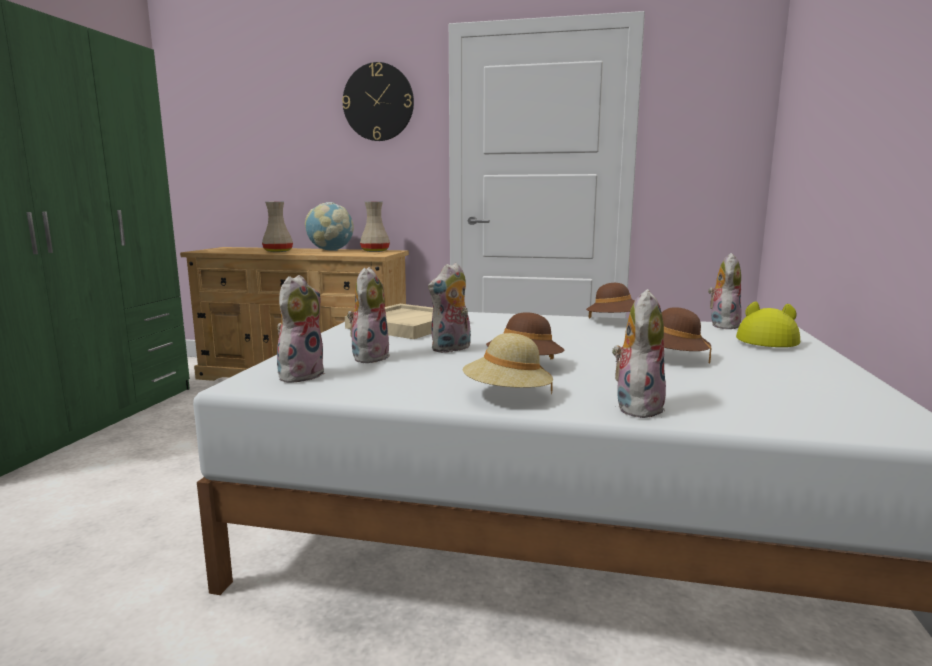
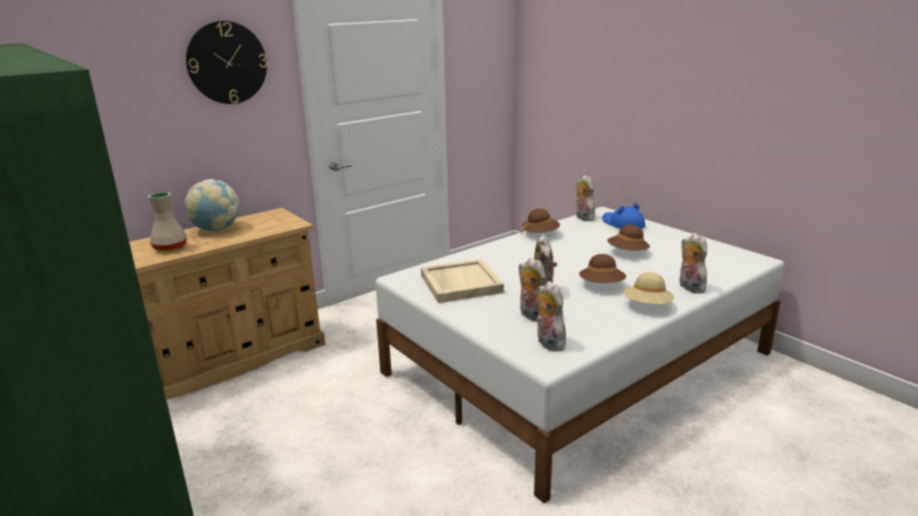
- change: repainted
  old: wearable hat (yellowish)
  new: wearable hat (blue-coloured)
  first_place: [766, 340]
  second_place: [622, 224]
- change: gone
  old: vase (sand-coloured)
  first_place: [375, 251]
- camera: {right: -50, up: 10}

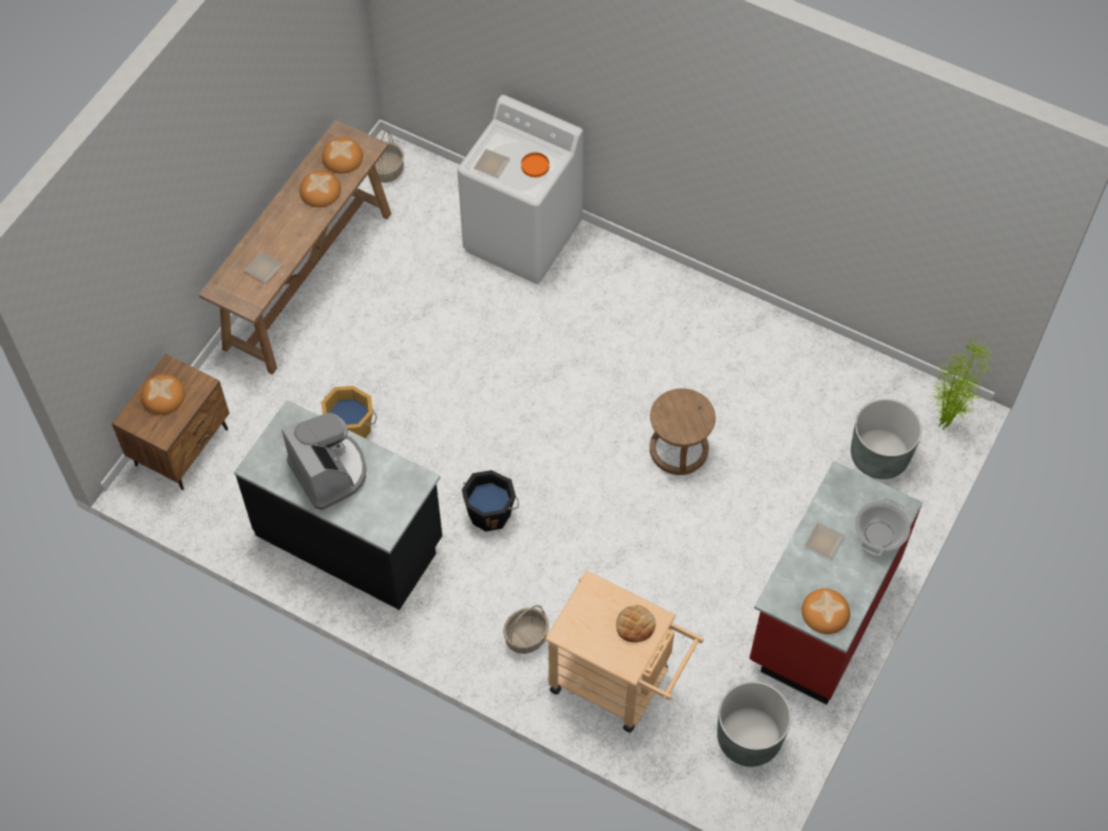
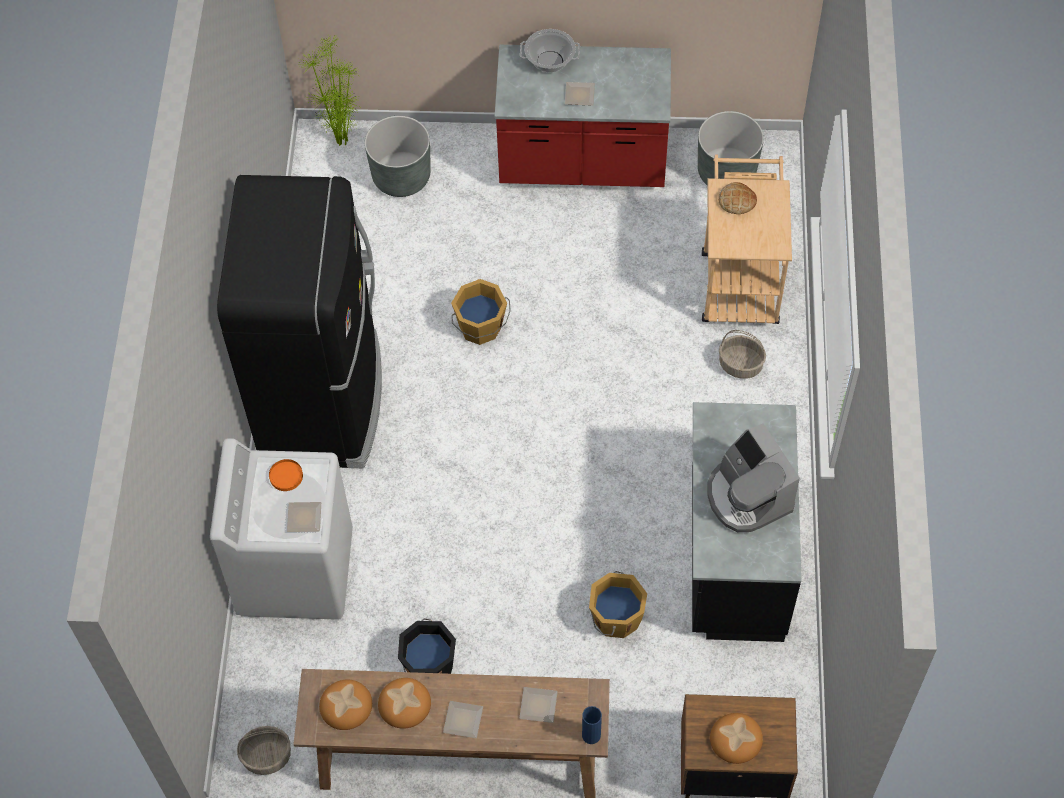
- change: new
  new: kitchen fridge (black-coloured)
  second_place: [323, 399]
- change: shifted
  old: pail (black-coloured)
  first_place: [490, 512]
  second_place: [428, 665]
- change: new
  new: plate
  second_place: [462, 719]
- change: swapped
  old: stool (brown-coloured)
  new: pail (orange-coloured)
  first_place: [678, 450]
  second_place: [481, 327]
- change: new
  new: vase (blue-coloured)
  second_place: [591, 735]
- change: rotated
  old: coffee machine
  first_place: [329, 471]
  second_place: [747, 496]
  degrees: -60
- change: gone
  old: bakery bread
  first_place: [825, 612]
- camera: {right: -115, up: 0}

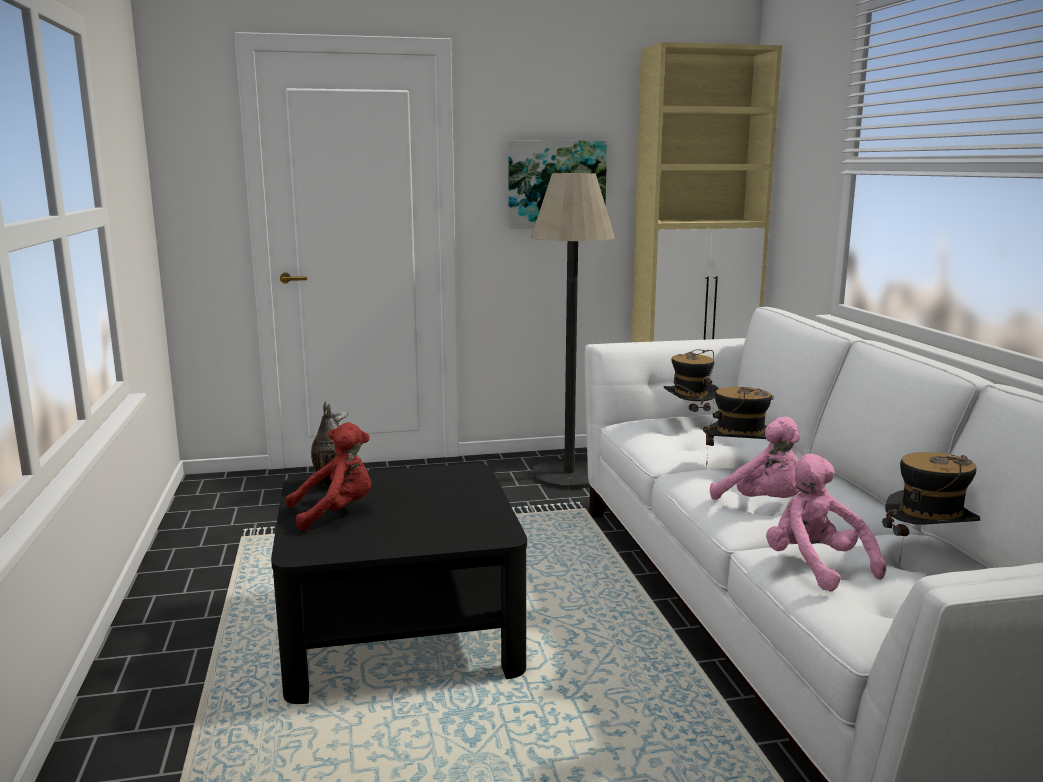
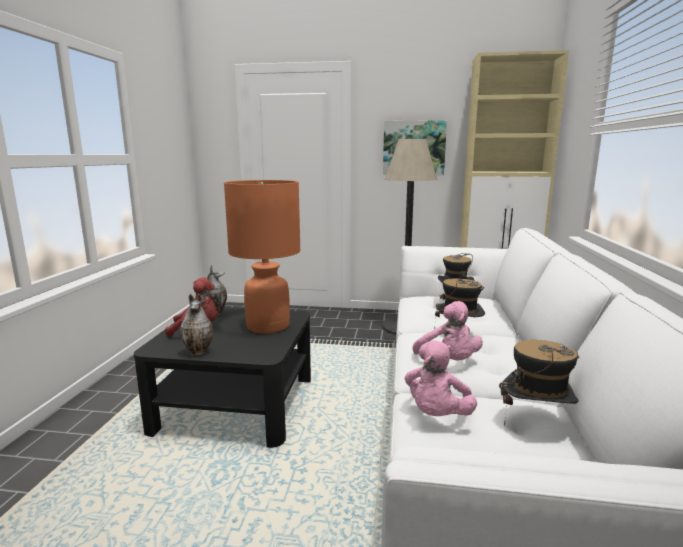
- change: new
  new: vase
  second_place: [199, 352]
- change: new
  new: table lamp (orange-coloured)
  second_place: [268, 326]
- change: rotated
  old: cuddly toy (pink)
  first_place: [815, 566]
  second_place: [436, 415]
  degrees: -150
- camera: {right: 20, up: 0}

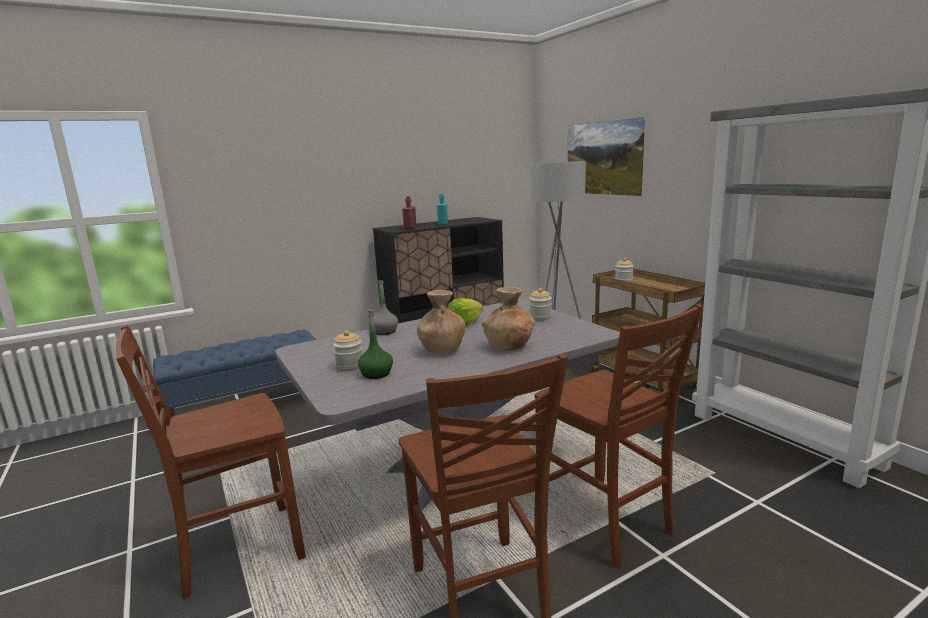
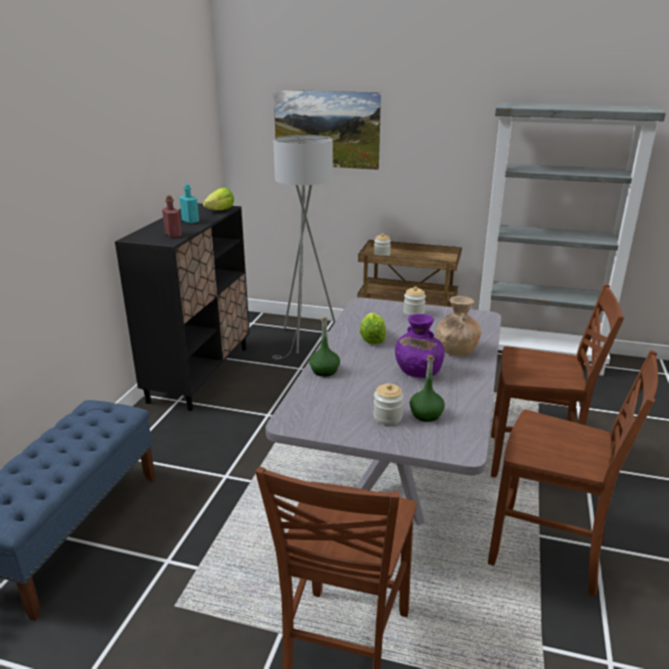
- change: new
  new: lettuce
  second_place: [220, 210]
- change: repainted
  old: beverage bottle (grey)
  new: beverage bottle (greenish)
  first_place: [385, 331]
  second_place: [324, 371]
- change: repainted
  old: vase (brown-coloured)
  new: vase (purple)
  first_place: [442, 350]
  second_place: [417, 371]
- camera: {right: -45, up: 10}

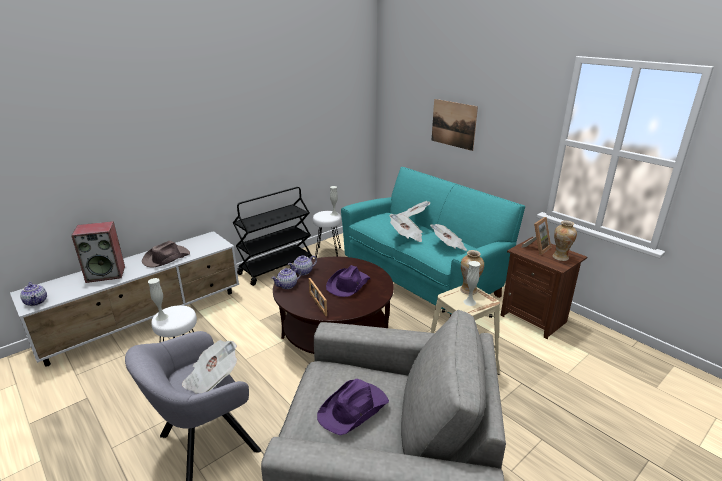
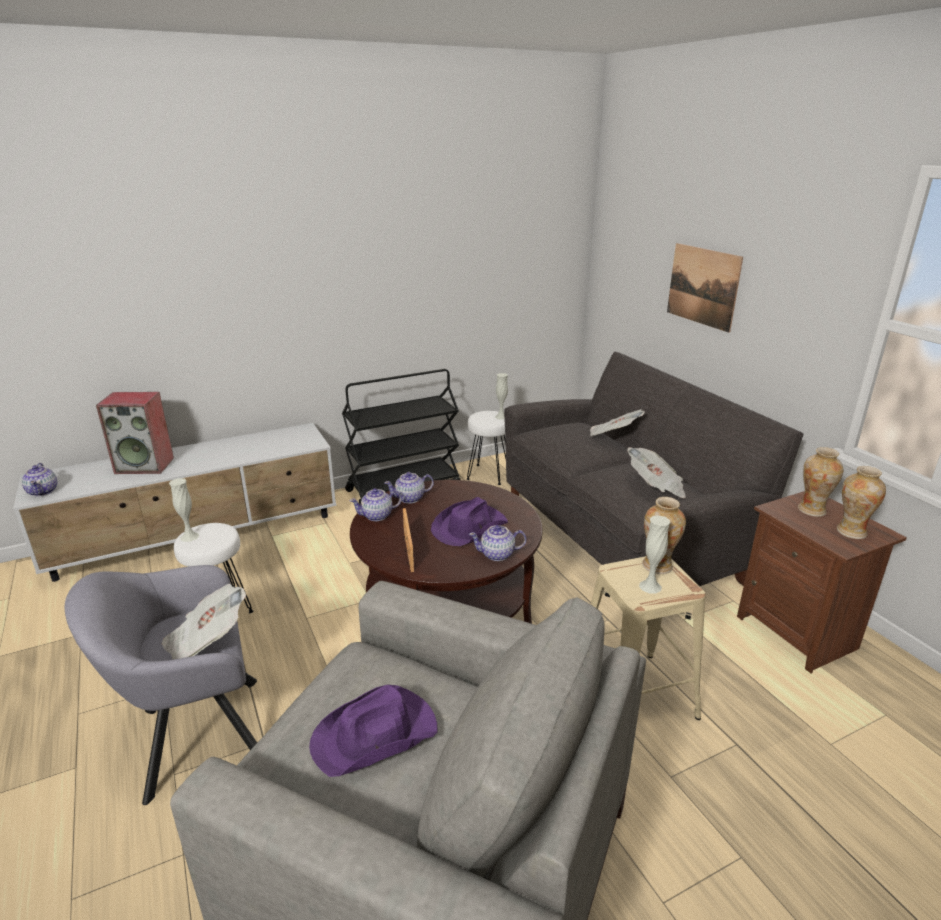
- change: new
  new: teapot
  second_place: [497, 554]
- change: repainted
  old: couch (turquoise-coloured)
  new: couch (grey)
  first_place: [422, 280]
  second_place: [621, 537]
- change: swapped
  old: standing frame
  new: vase
  first_place: [537, 248]
  second_place: [812, 510]
- change: gone
  old: wearable hat (brown-coloured)
  first_place: [165, 258]
- change: gone
  old: daily paper
  first_place: [406, 236]
- camera: {right: 15, up: 0}

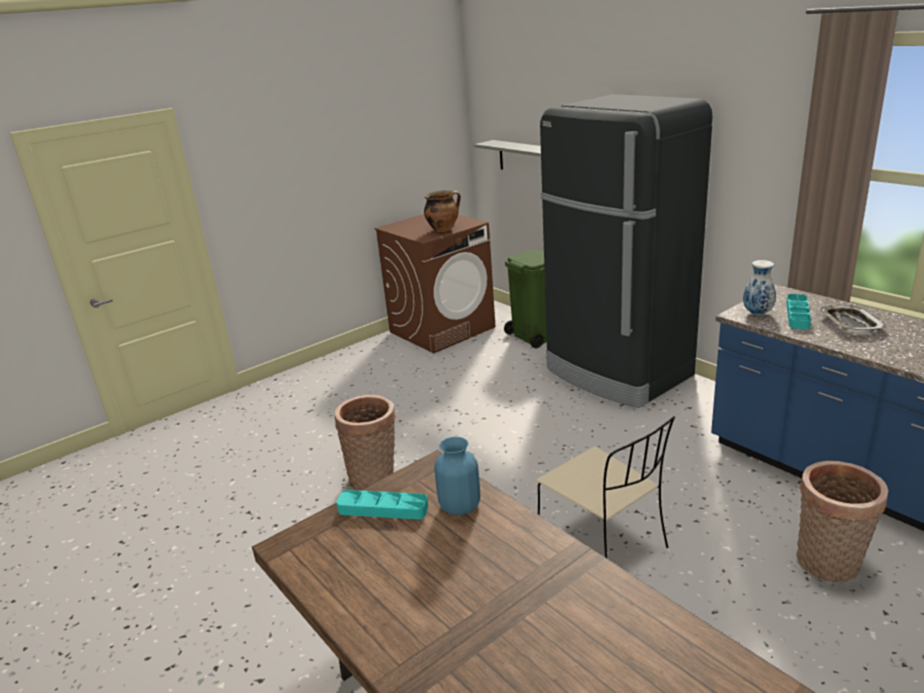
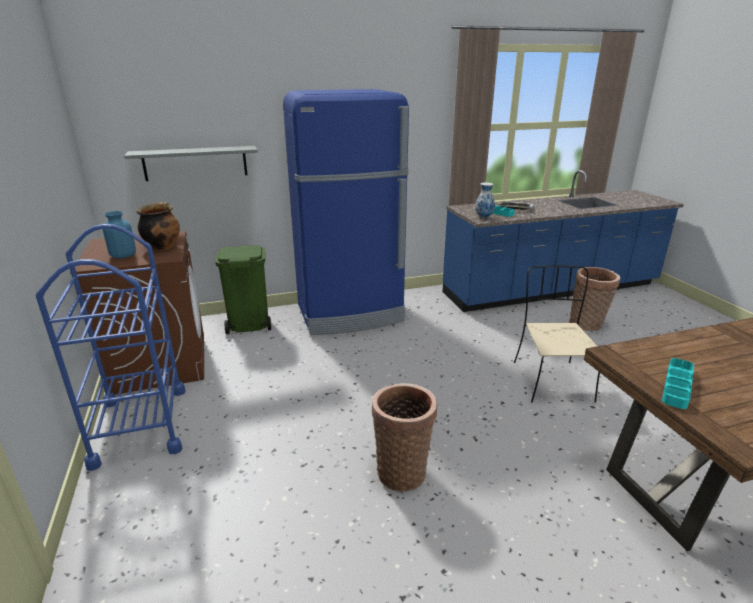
- change: new
  new: cart (blue-coloured)
  second_place: [140, 425]
- change: shifted
  old: vase (blue-coloured)
  first_place: [460, 505]
  second_place: [123, 256]
- change: repainted
  old: kitchen fridge (black-coloured)
  new: kitchen fridge (blue-coloured)
  first_place: [617, 373]
  second_place: [350, 313]
- change: rotated
  old: upright chair (sand-coloured)
  first_place: [604, 546]
  second_place: [551, 380]
  degrees: -75
- camera: {right: -70, up: 0}

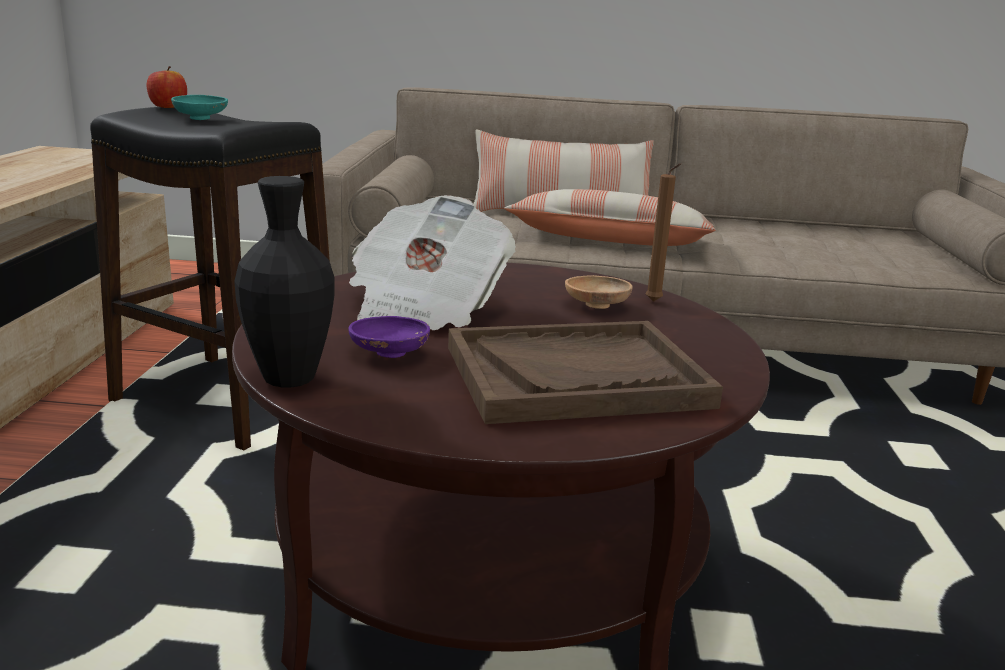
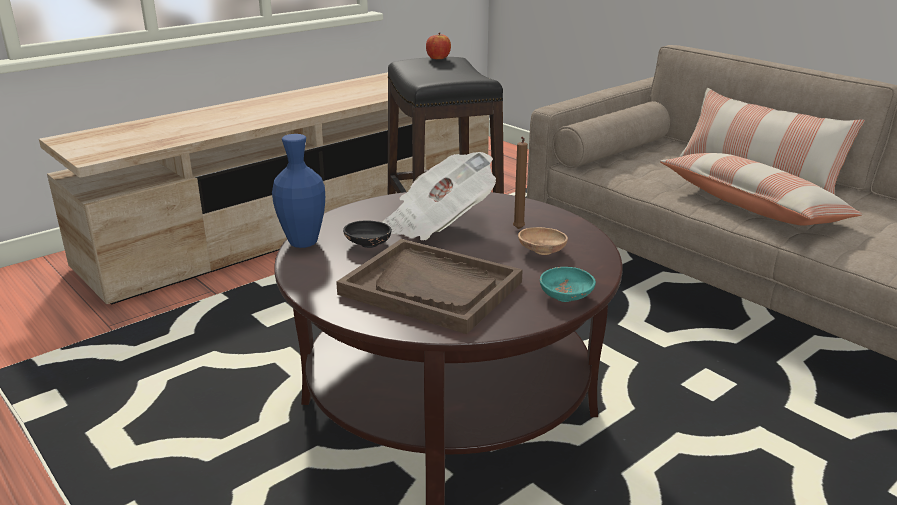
- change: repainted
  old: vase (black-coloured)
  new: vase (blue-coloured)
  first_place: [289, 379]
  second_place: [303, 243]
- change: repainted
  old: deep dish (purple)
  new: deep dish (black-coloured)
  first_place: [389, 354]
  second_place: [368, 244]
- change: shifted
  old: wax candle (brown-coloured)
  first_place: [655, 302]
  second_place: [518, 230]
- change: shifted
  old: deep dish (turquoise-coloured)
  first_place: [201, 118]
  second_place: [566, 297]
- camera: {right: 45, up: 5}

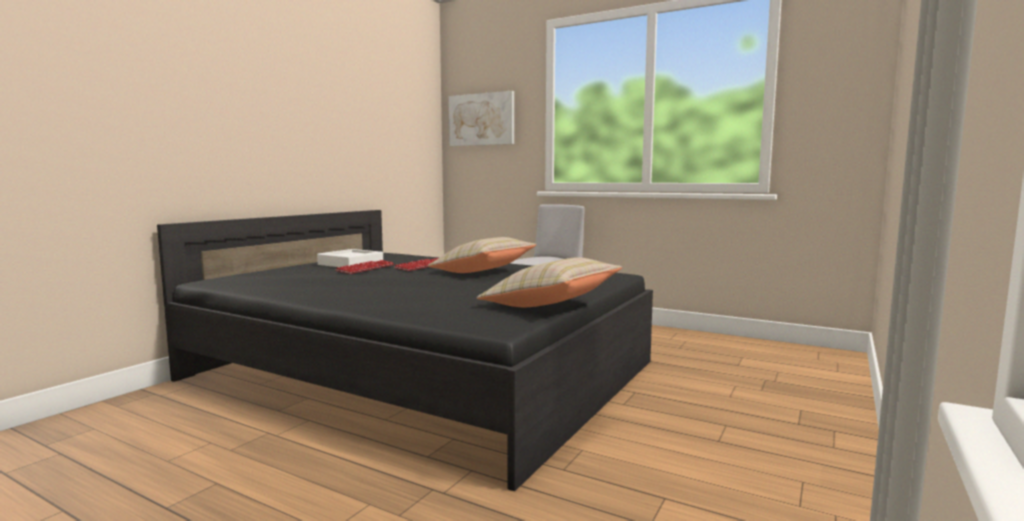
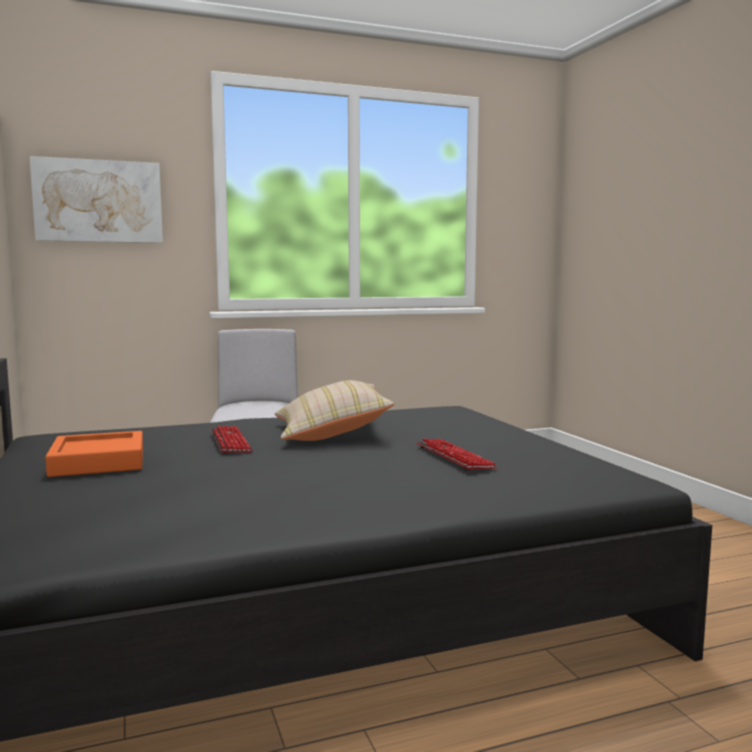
- change: repainted
  old: tray (whitish)
  new: tray (orange-coloured)
  first_place: [351, 263]
  second_place: [98, 462]
- change: shifted
  old: keyboard
  first_place: [366, 268]
  second_place: [453, 457]
- change: gone
  old: pillow (sand-coloured)
  first_place: [550, 305]
- camera: {right: -50, up: 0}

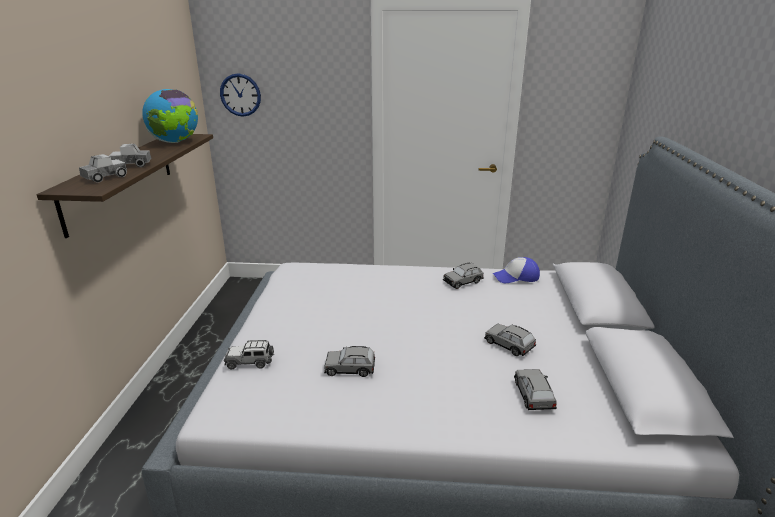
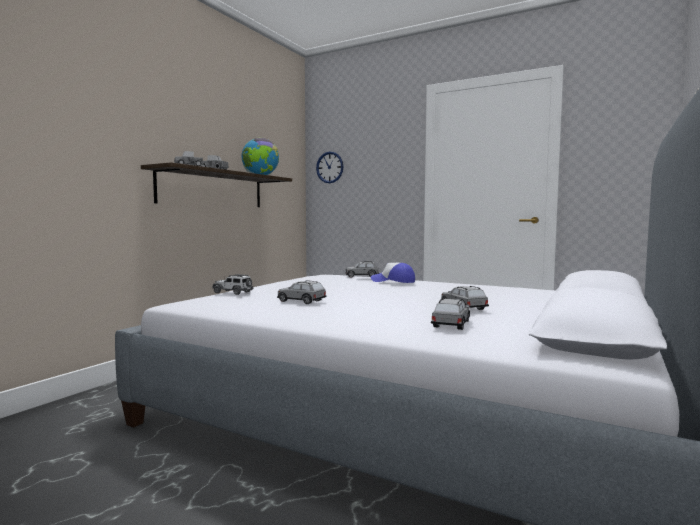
- change: shifted
  old: miniature car (grey)
  first_place: [463, 282]
  second_place: [361, 276]
- change: shifted
  old: peaked cap
  first_place: [516, 277]
  second_place: [393, 281]
- camera: {right: 25, up: -20}

